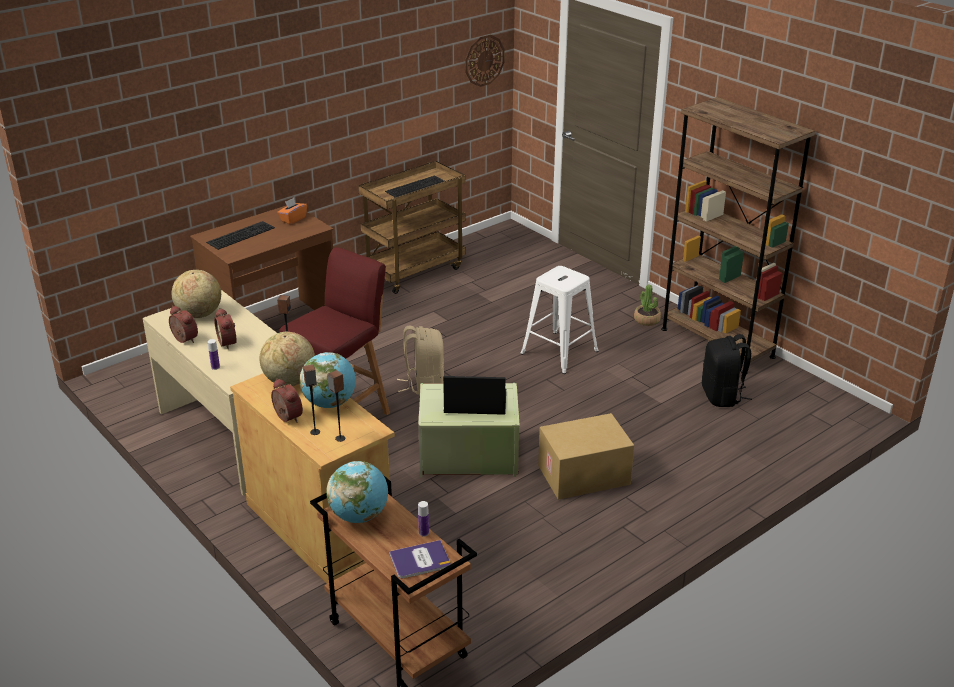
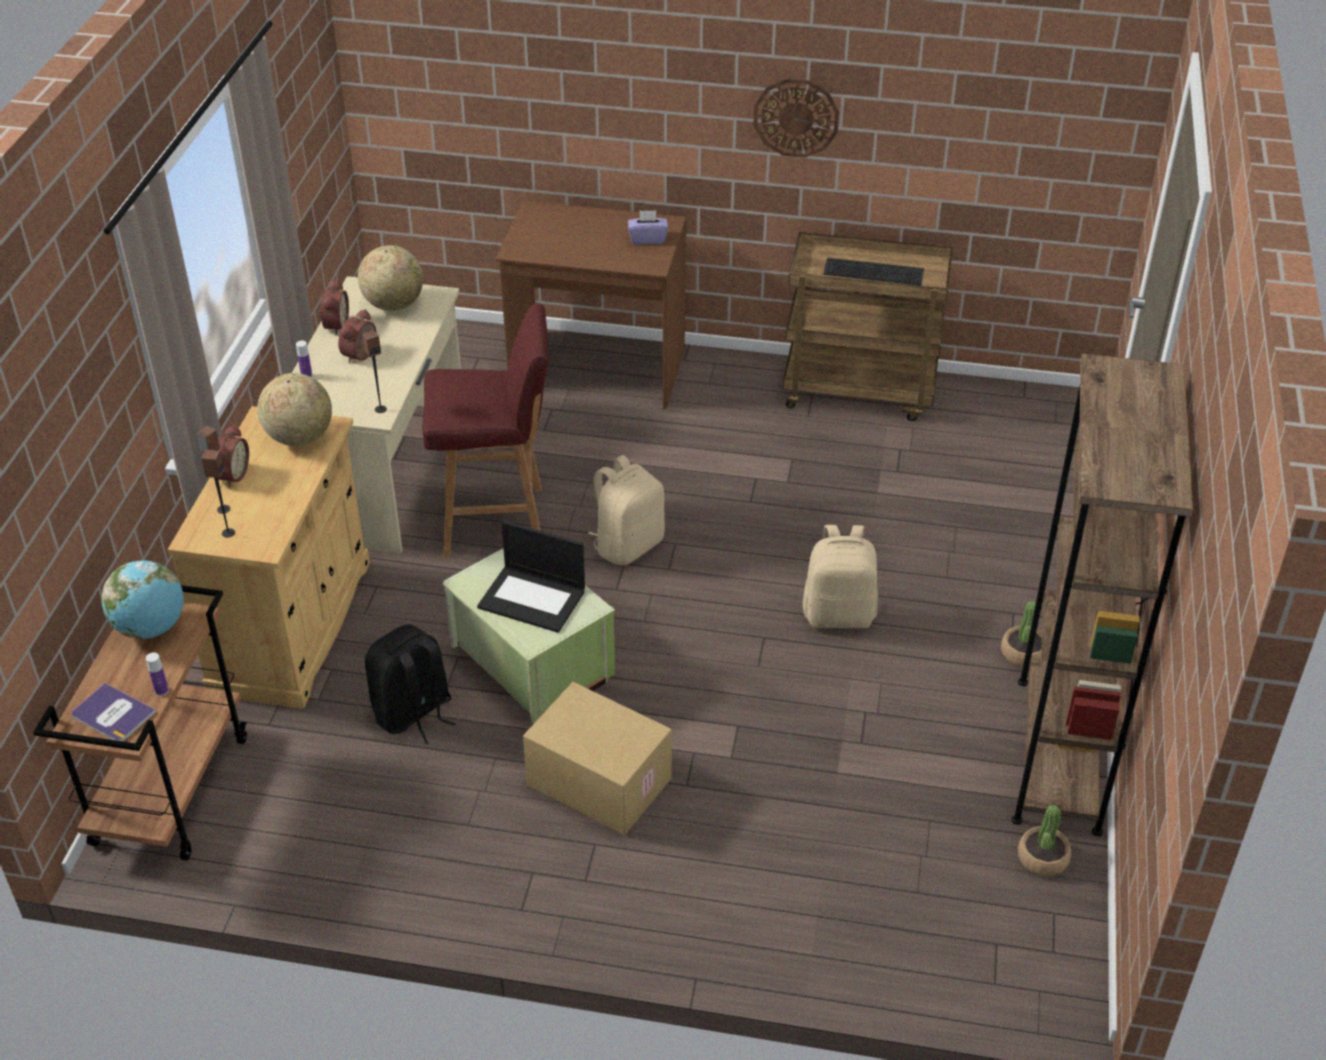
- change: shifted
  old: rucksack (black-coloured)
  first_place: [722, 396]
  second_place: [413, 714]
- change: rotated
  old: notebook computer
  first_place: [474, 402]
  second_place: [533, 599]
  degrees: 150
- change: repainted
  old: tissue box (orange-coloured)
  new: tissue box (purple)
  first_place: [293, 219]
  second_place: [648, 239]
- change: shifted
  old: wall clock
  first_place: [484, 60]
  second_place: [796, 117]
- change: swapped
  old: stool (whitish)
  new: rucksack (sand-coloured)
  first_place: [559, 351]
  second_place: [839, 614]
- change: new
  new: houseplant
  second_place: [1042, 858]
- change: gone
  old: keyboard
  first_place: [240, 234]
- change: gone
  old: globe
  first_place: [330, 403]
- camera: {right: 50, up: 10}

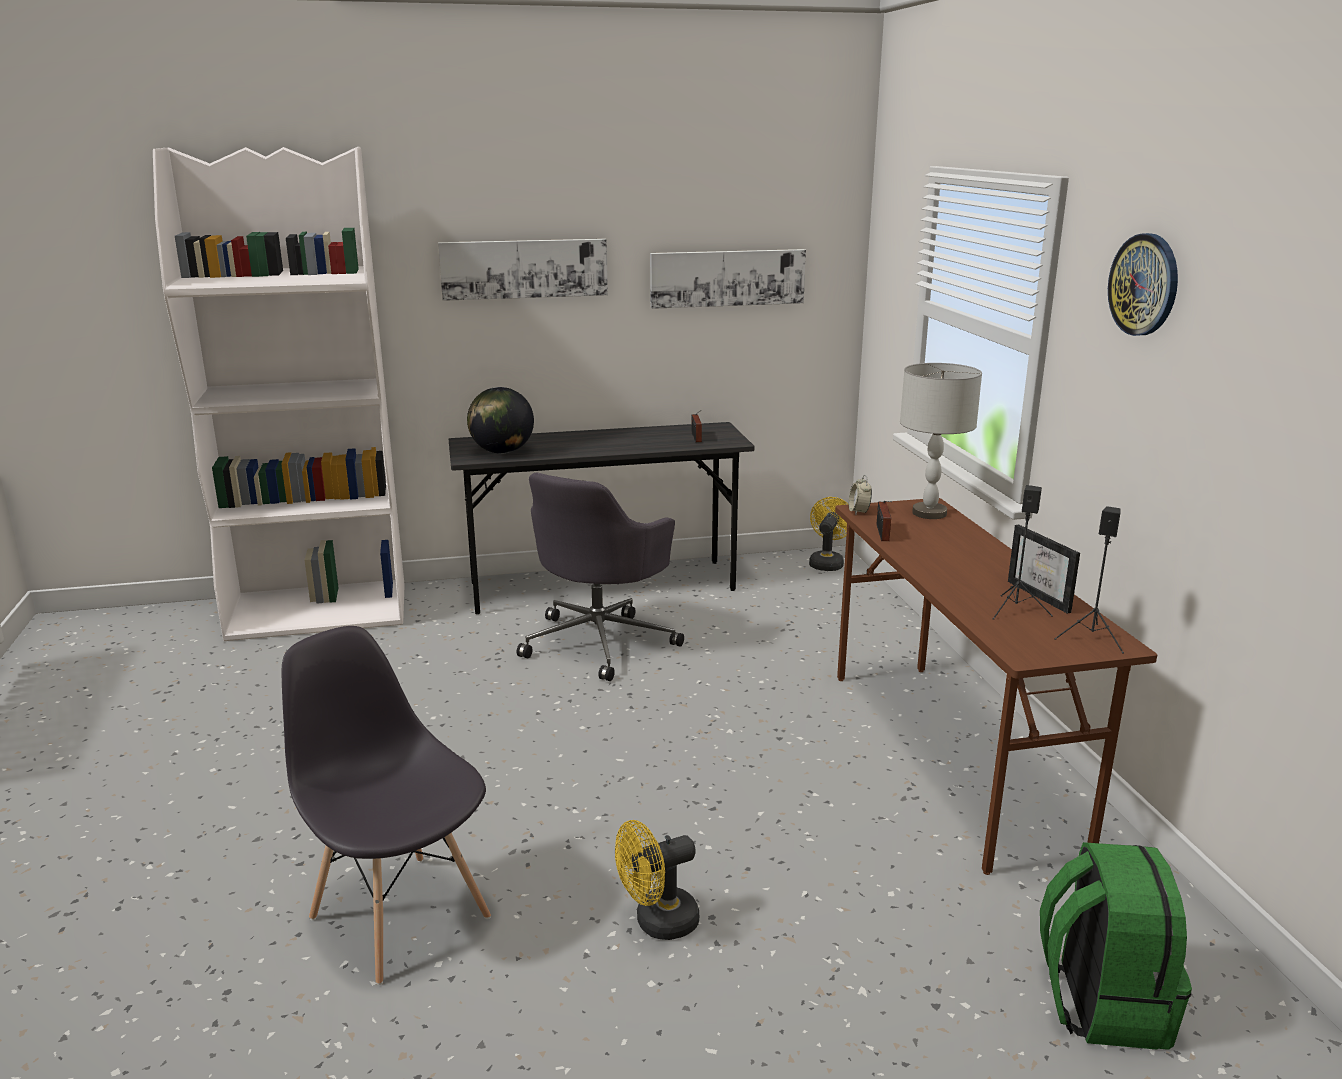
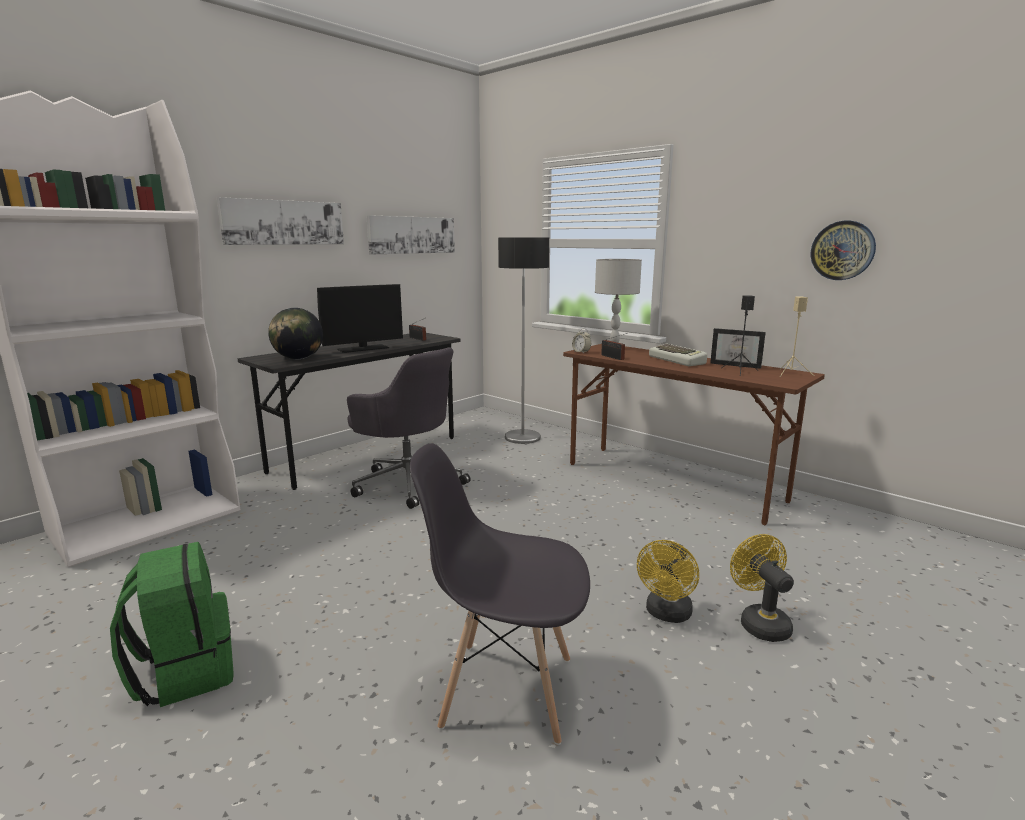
- change: shifted
  old: rucksack (greenish)
  first_place: [1101, 1002]
  second_place: [185, 672]
- change: new
  new: computer display
  second_place: [363, 348]
- change: rotated
  old: computer chair (grey)
  first_place: [600, 642]
  second_place: [408, 482]
  degrees: -45
- change: new
  new: floor lamp
  second_place: [523, 437]
- change: new
  new: keyboard
  second_place: [678, 360]
- change: shifted
  old: electric fan (yellowish)
  first_place: [827, 563]
  second_place: [759, 622]
- change: repainted
  old: loudspeaker (black-coloured)
  new: loudspeaker (sand-coloured)
  first_place: [1092, 638]
  second_place: [791, 374]
- change: shifted
  old: wall clock
  first_place: [1144, 284]
  second_place: [842, 250]
- camera: {right: -35, up: -5}

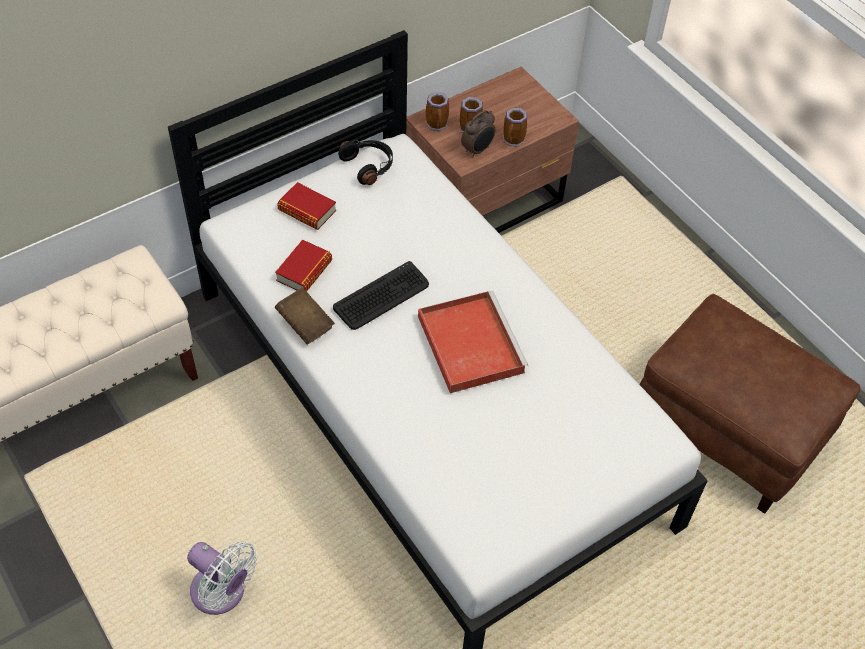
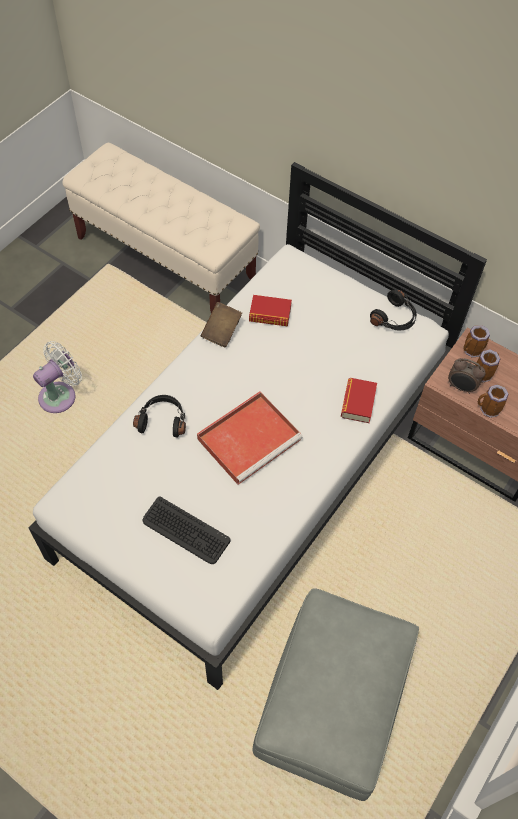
- change: rotated
  old: electric fan (whitish)
  first_place: [222, 593]
  second_place: [61, 395]
  degrees: -150
- change: new
  new: pair of headphones (black-coloured)
  second_place: [162, 420]
- change: shifted
  old: keyboard
  first_place: [382, 297]
  second_place: [185, 531]
- change: repainted
  old: ottoman (brown-coloured)
  new: ottoman (grey)
  first_place: [730, 430]
  second_place: [330, 707]
- change: shifted
  old: bound book
  first_place: [307, 210]
  second_place: [358, 403]
- camera: {right: 70, up: 5}

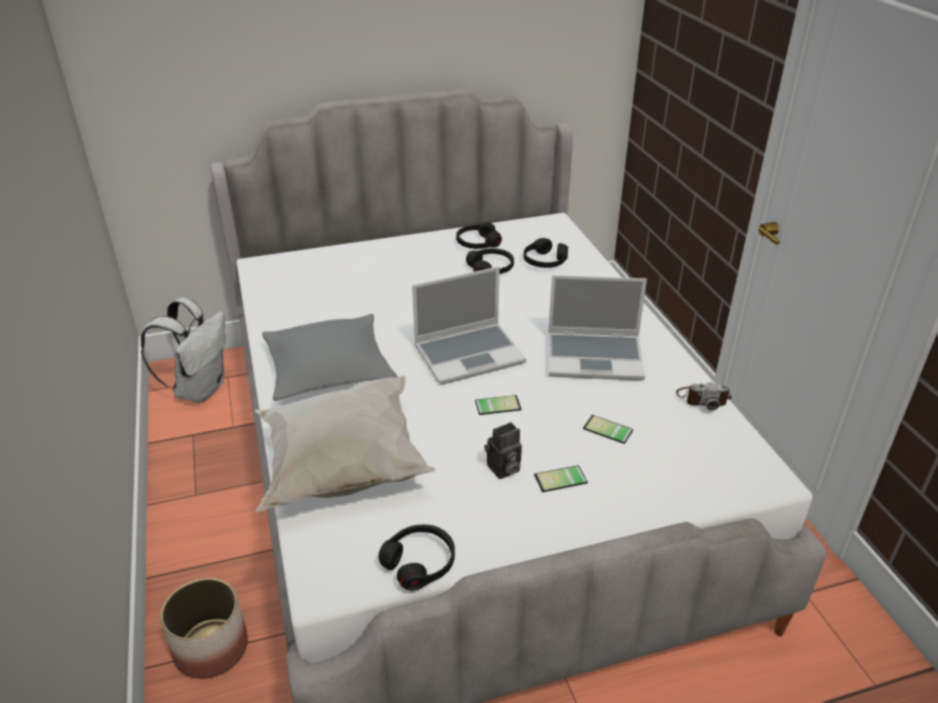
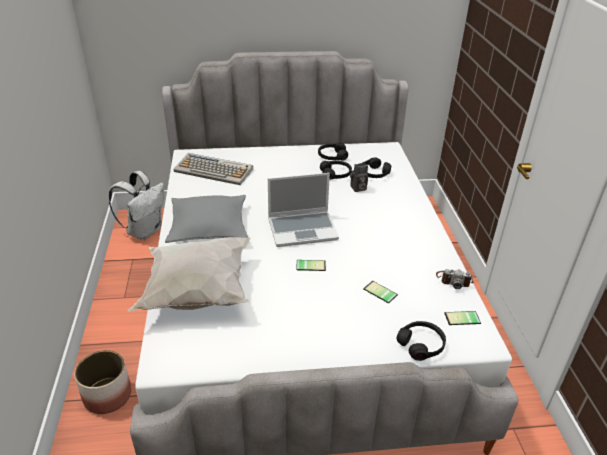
- change: new
  new: keyboard
  second_place: [214, 170]
- change: shifted
  old: photo camera
  first_place: [503, 469]
  second_place: [358, 188]
- change: shifted
  old: pair of headphones (black-coloured)
  first_place: [419, 562]
  second_place: [421, 344]
- change: shifted
  old: telephone
  first_place: [561, 481]
  second_place: [462, 319]
- change: gone
  old: notebook computer
  first_place: [595, 357]
- camera: {right: 10, up: 0}

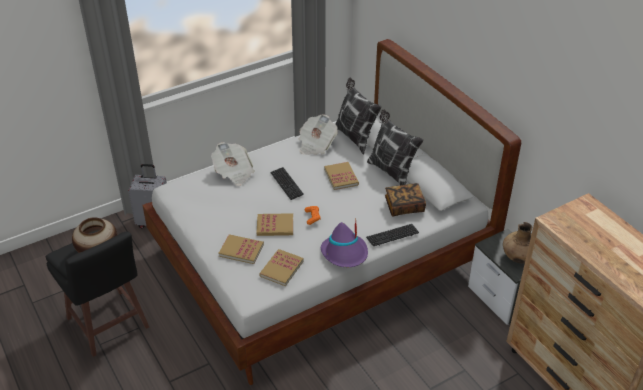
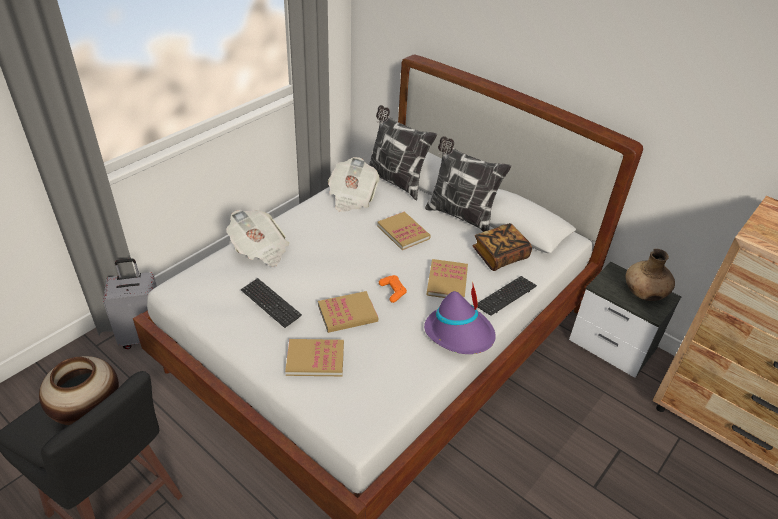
- change: shifted
  old: keyboard
  first_place: [286, 184]
  second_place: [270, 303]
- change: shifted
  old: bound book
  first_place: [281, 268]
  second_place: [447, 281]
- camera: {right: -20, up: 0}

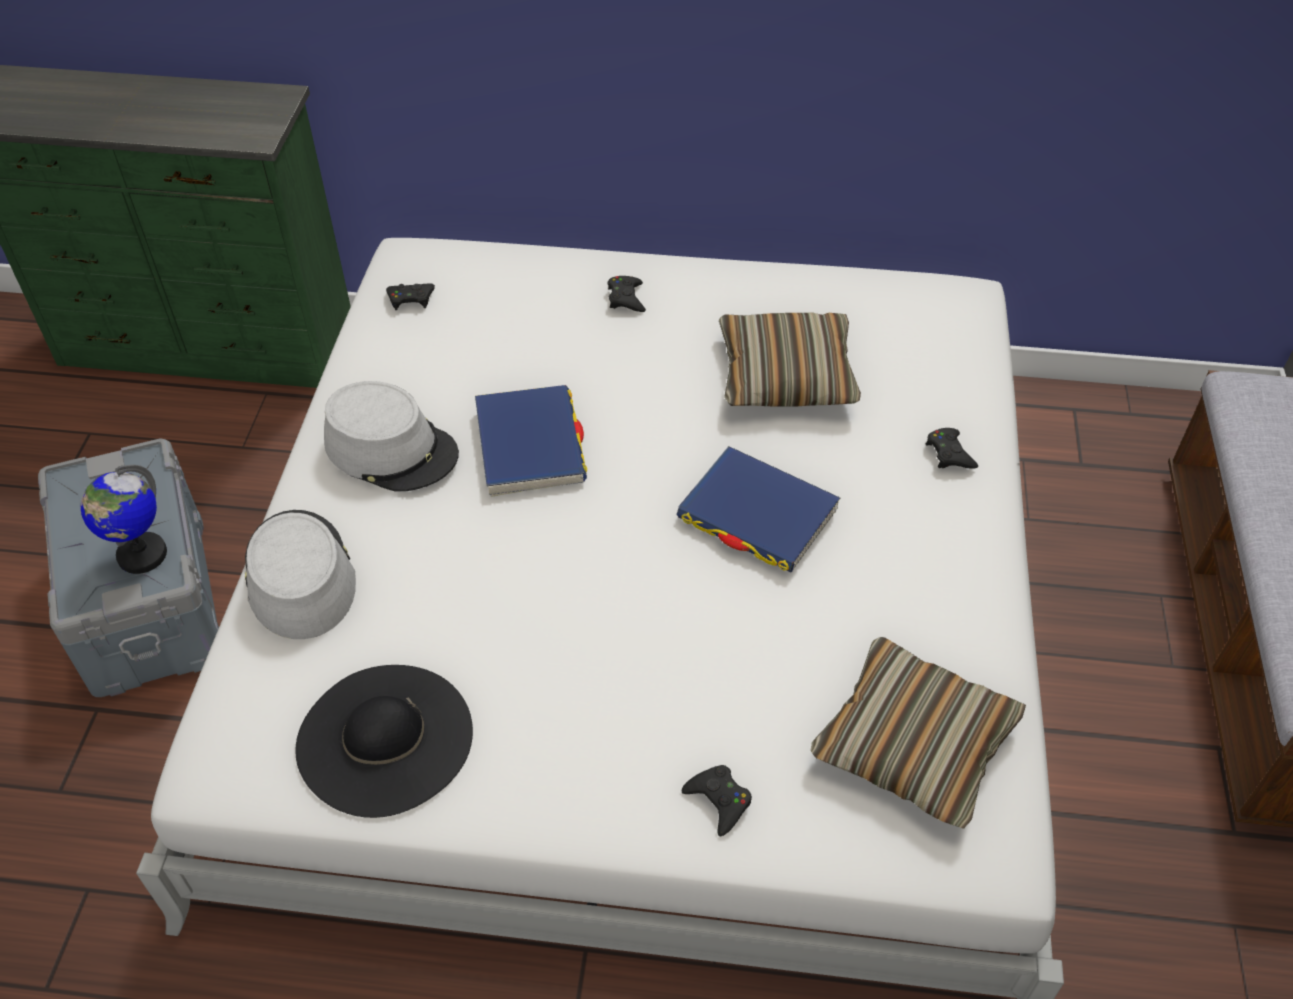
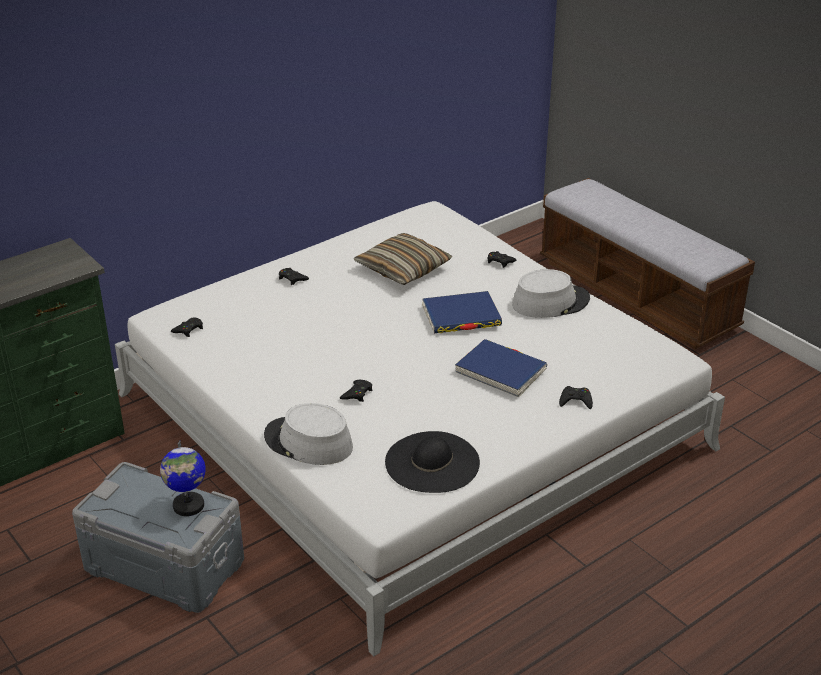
- change: new
  new: gamepad (black-coloured)
  second_place: [357, 393]
- change: shifted
  old: bound book (blue-coloured)
  first_place: [530, 444]
  second_place: [501, 371]
- change: shifted
  old: wearable hat (grey)
  first_place: [391, 449]
  second_place: [550, 302]
- change: gone
  old: pillow
  first_place: [913, 743]
- camera: {right: -45, up: -15}

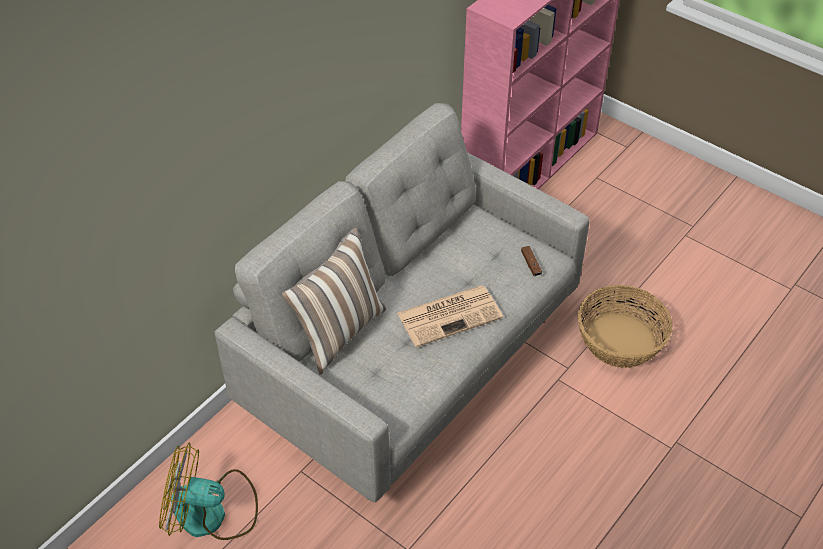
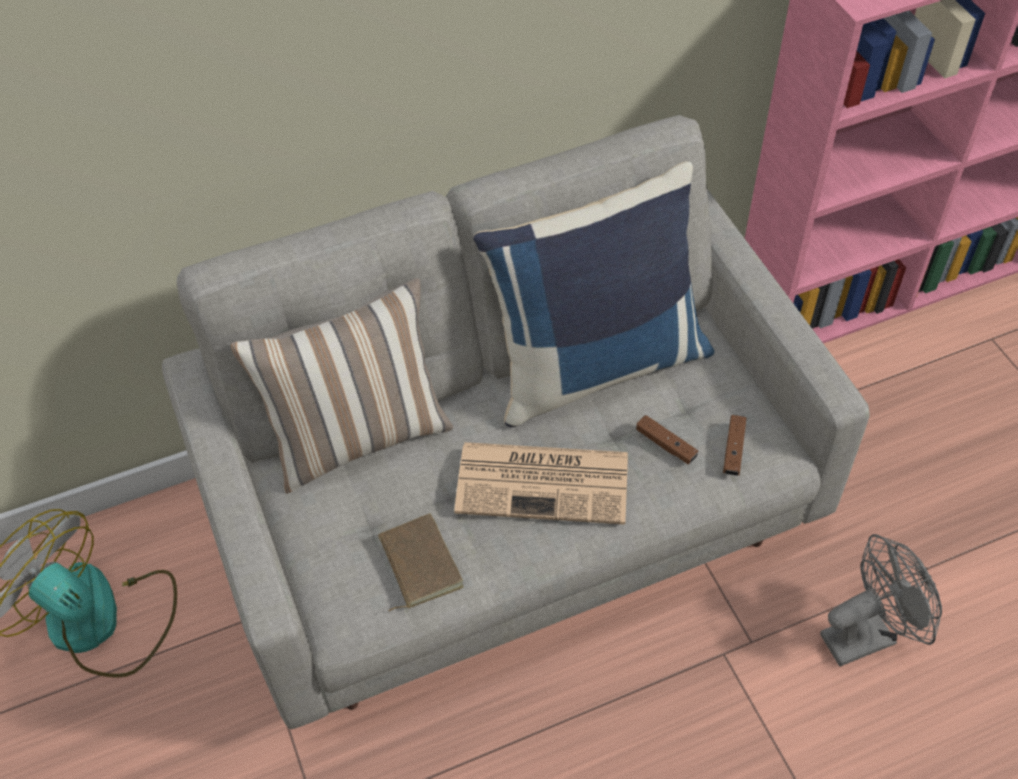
- change: new
  new: bound book (brown-coloured)
  second_place: [417, 564]
- change: new
  new: pillow (blue-coloured)
  second_place: [596, 364]
- change: new
  new: gamepad (brown-coloured)
  second_place: [666, 445]
- change: swapped
  old: storage basket
  new: electric fan (grey)
  first_place: [619, 341]
  second_place: [867, 634]
- camera: {right: 30, up: 5}

